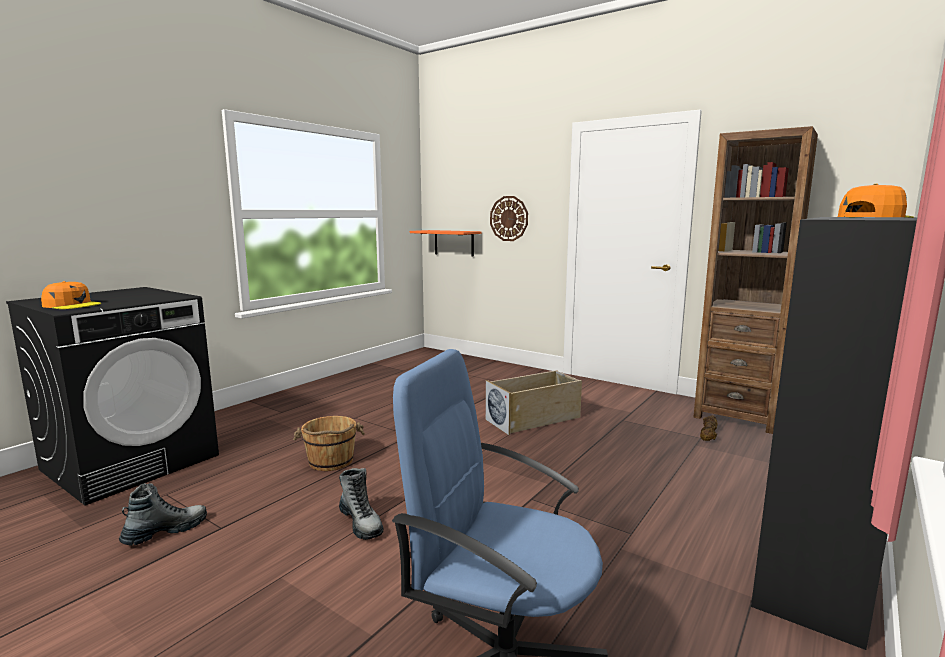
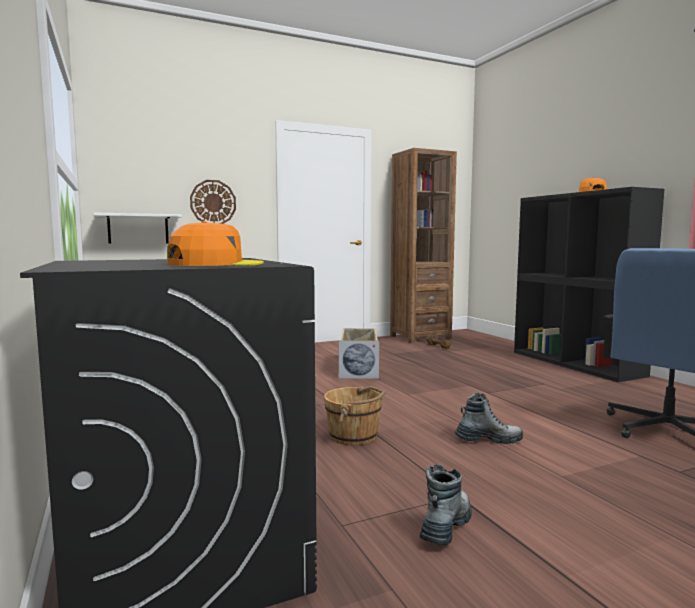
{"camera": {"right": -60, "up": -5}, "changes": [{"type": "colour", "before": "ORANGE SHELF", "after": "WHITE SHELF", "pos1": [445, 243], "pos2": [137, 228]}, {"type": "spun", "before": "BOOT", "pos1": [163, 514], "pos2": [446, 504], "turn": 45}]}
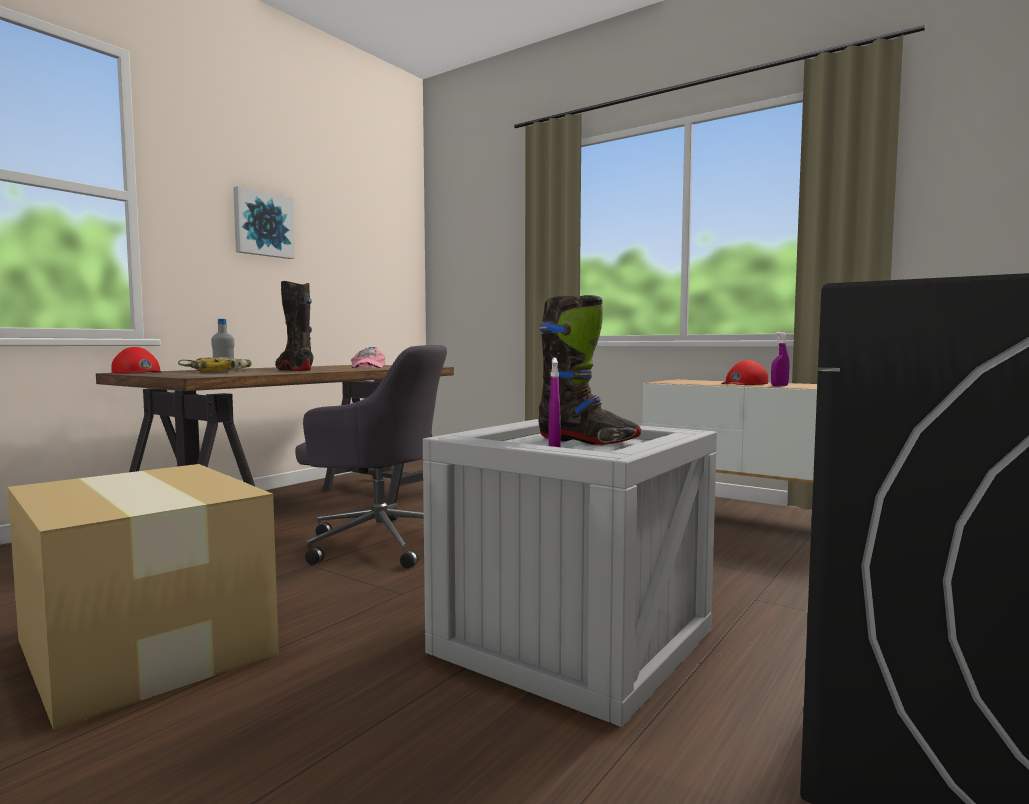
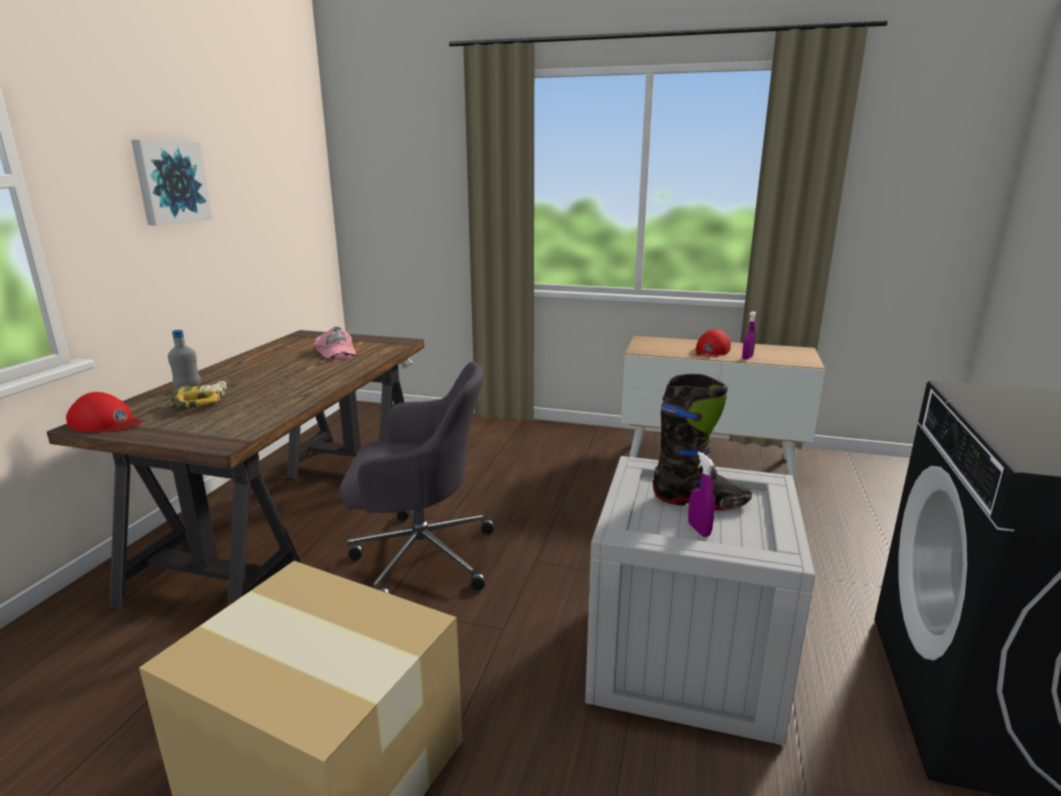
{"camera": {"right": -20, "up": 15}, "changes": [{"type": "missing", "before": "BLACK BOOT", "pos1": [294, 326]}]}
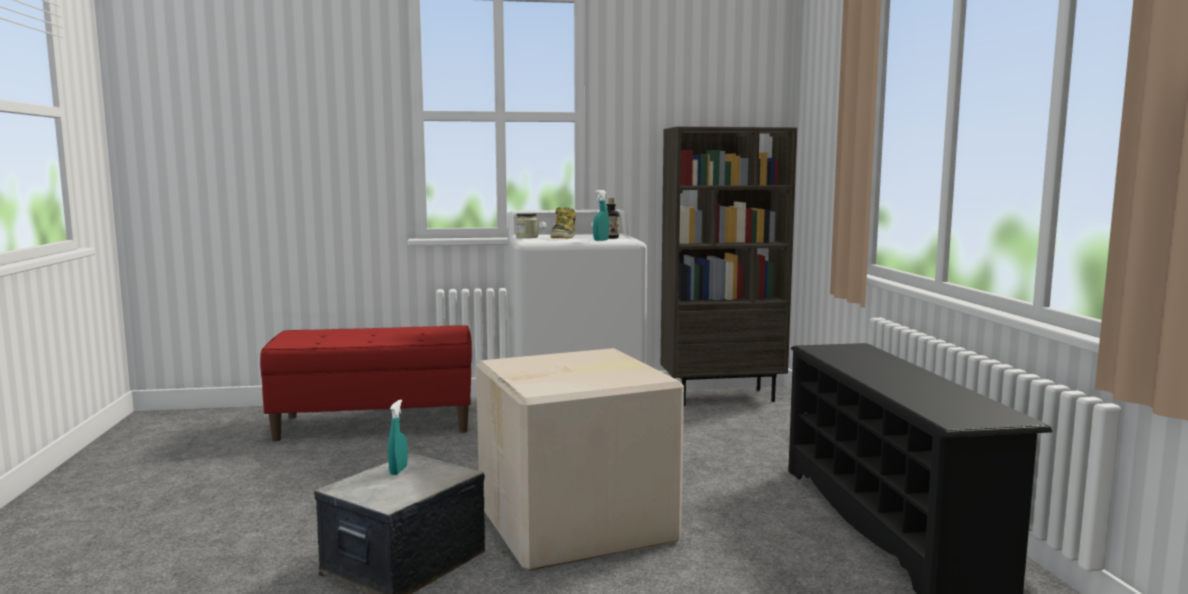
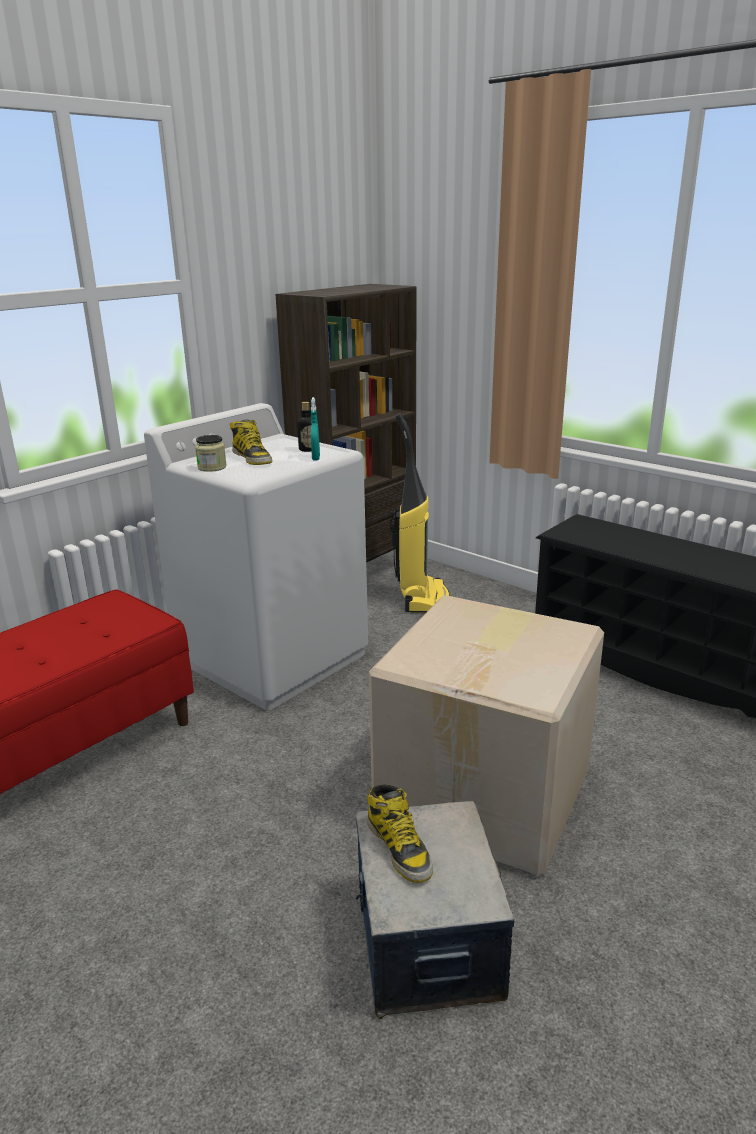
{"camera": {"right": -40, "up": 15}, "changes": [{"type": "exchanged", "before": "TURQUOISE SPRAY BOTTLE", "after": "BOOT", "pos1": [398, 437], "pos2": [400, 833]}, {"type": "appeared", "after": "VACUUM CLEANER", "pos2": [420, 513]}]}
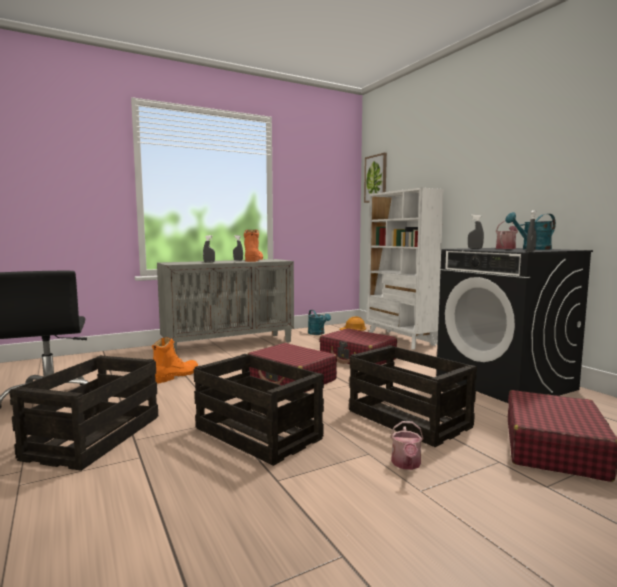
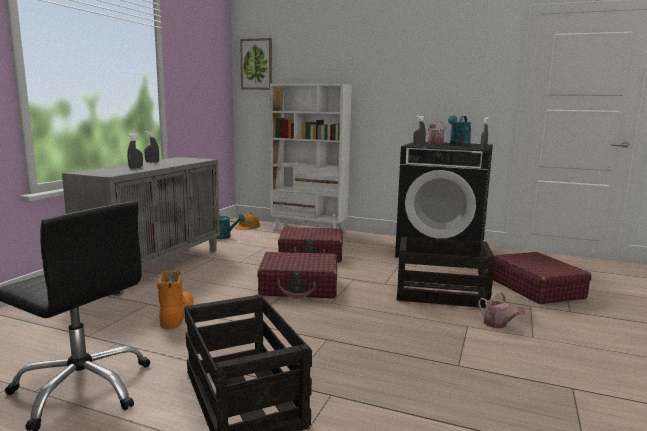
{"camera": {"right": -40, "up": 5}, "changes": [{"type": "missing", "before": "ORANGE BOOT", "pos1": [253, 246]}, {"type": "missing", "before": "CRATE", "pos1": [259, 410]}]}
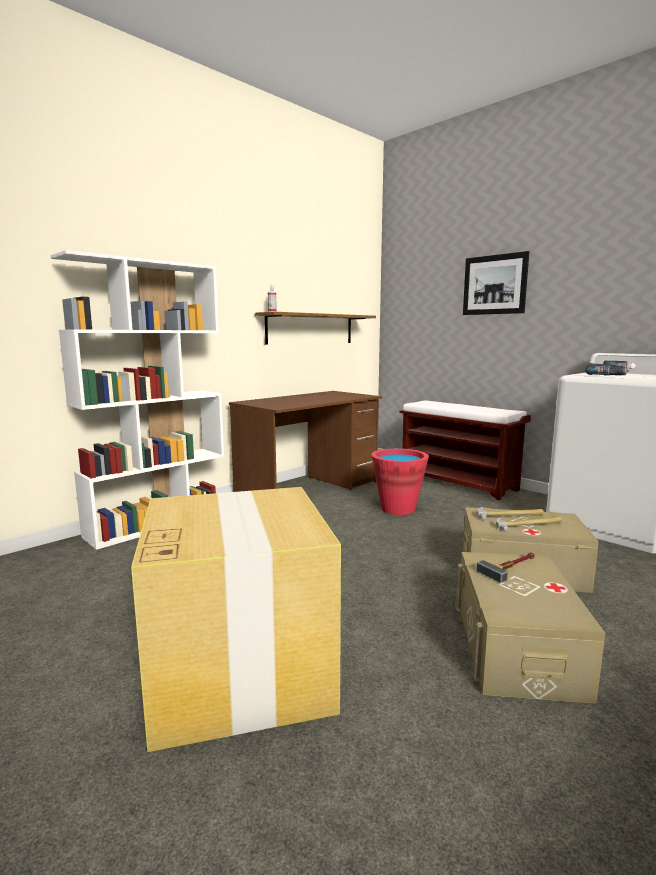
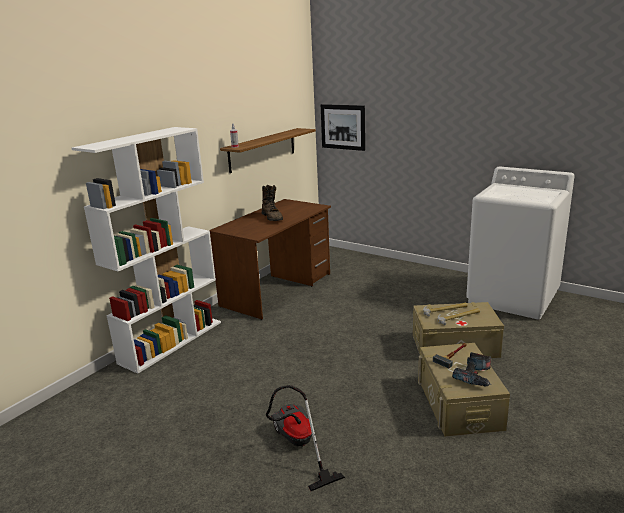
{"camera": {"right": -10, "up": 10}, "changes": [{"type": "relocated", "before": "PICTURE", "pos1": [496, 283], "pos2": [343, 127]}, {"type": "relocated", "before": "POWER DRILL", "pos1": [607, 368], "pos2": [471, 369]}, {"type": "missing", "before": "BROWN BENCH", "pos1": [465, 450]}, {"type": "missing", "before": "RED BUCKET", "pos1": [400, 481]}, {"type": "exchanged", "before": "CARDBOARD BOX", "after": "VACUUM CLEANER", "pos1": [236, 619], "pos2": [305, 438]}, {"type": "appeared", "after": "BROWN BOOT", "pos2": [272, 203]}]}
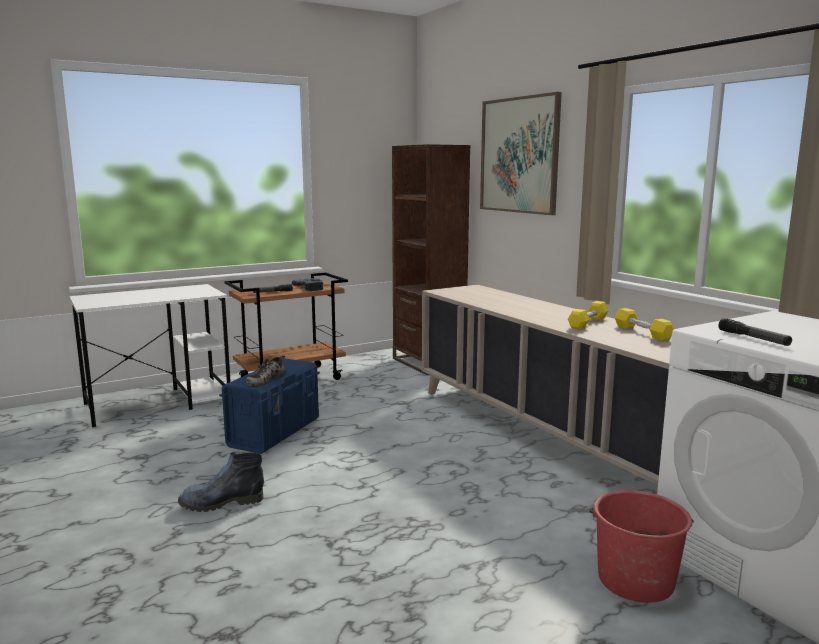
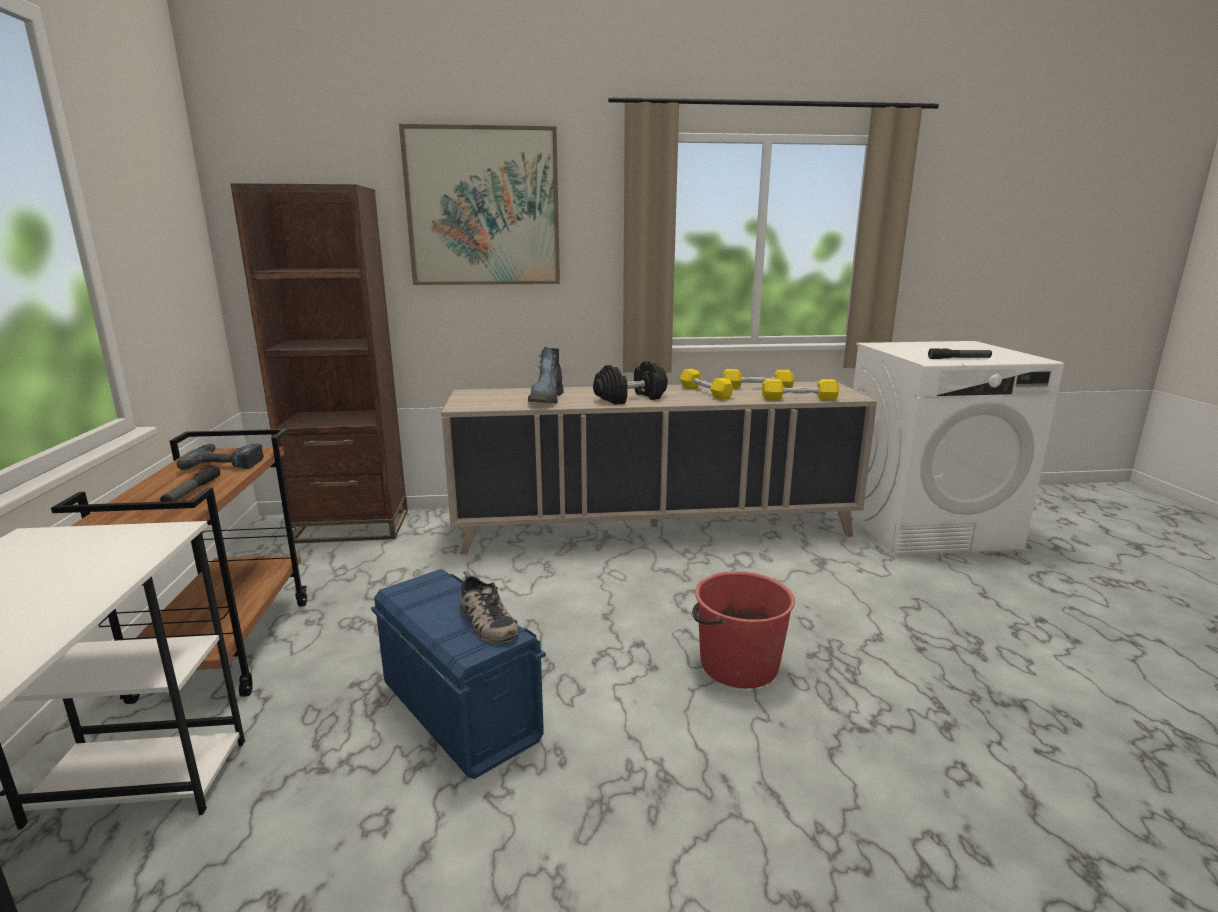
{"camera": {"right": -65, "up": 5}, "changes": [{"type": "relocated", "before": "BOOT", "pos1": [221, 482], "pos2": [546, 375]}, {"type": "relocated", "before": "RED BUCKET", "pos1": [641, 546], "pos2": [743, 629]}, {"type": "appeared", "after": "BLACK DUMBBELL", "pos2": [630, 383]}, {"type": "appeared", "after": "YELLOW DUMBBELL", "pos2": [800, 389]}]}
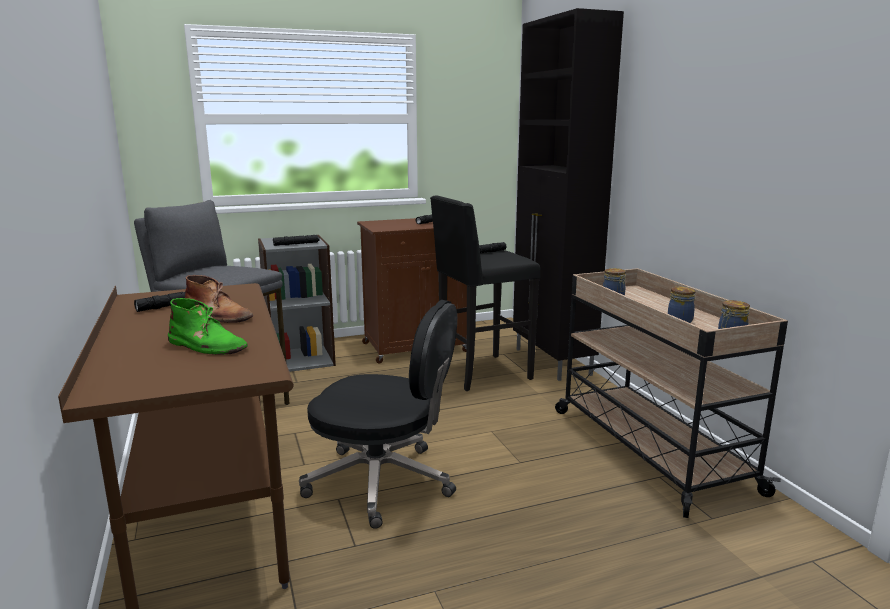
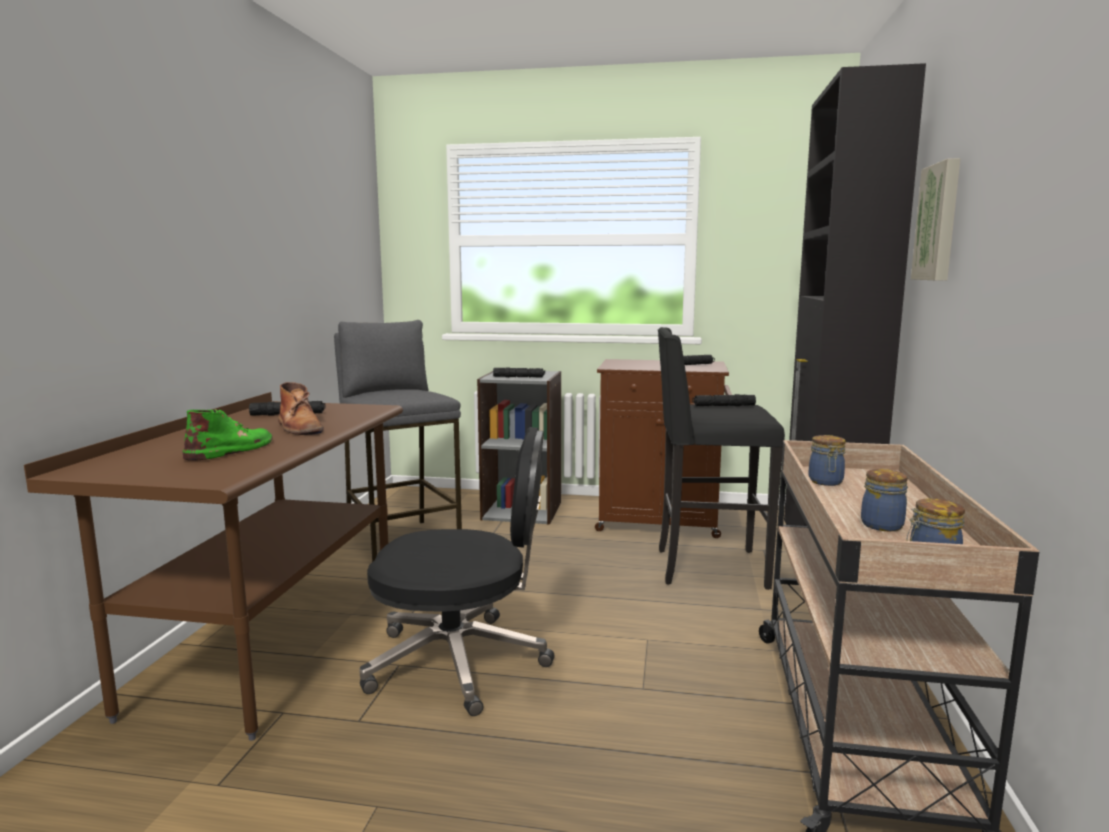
{"camera": {"right": 30, "up": -5}, "changes": [{"type": "spun", "before": "GREEN BOOT", "pos1": [208, 326], "pos2": [228, 435], "turn": -120}, {"type": "spun", "before": "BLACK OFFICE CHAIR", "pos1": [378, 414], "pos2": [457, 571], "turn": -45}, {"type": "appeared", "after": "PICTURE", "pos2": [936, 219]}]}
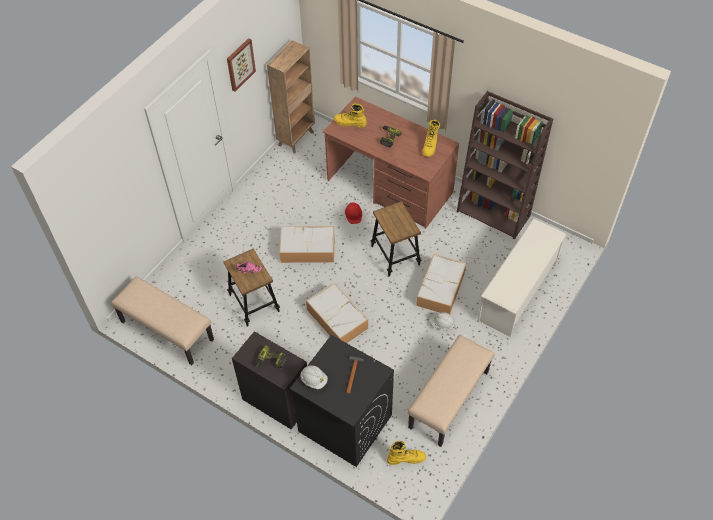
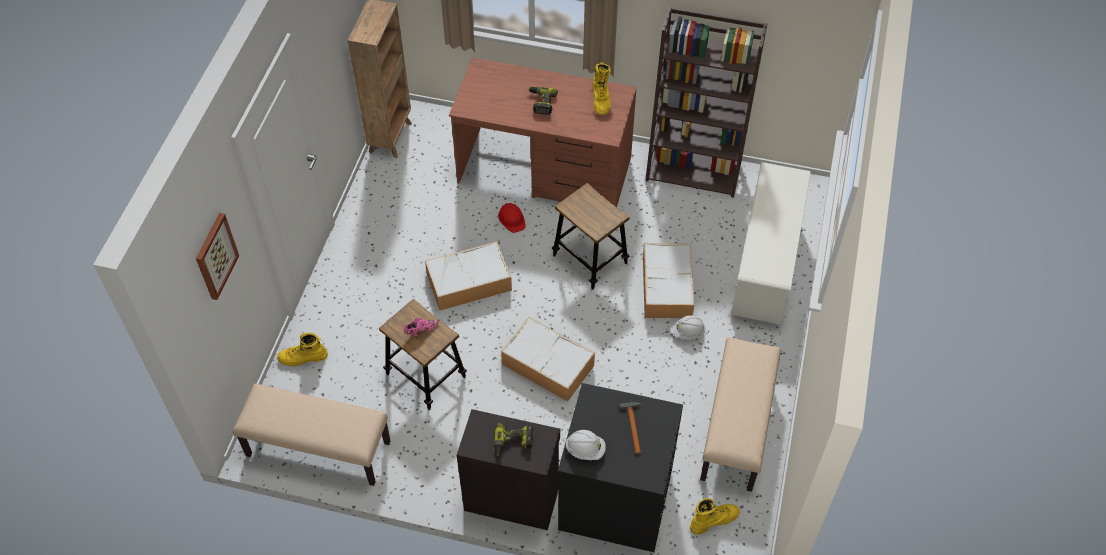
{"camera": {"right": -20, "up": 0}, "changes": [{"type": "relocated", "before": "PICTURE", "pos1": [241, 65], "pos2": [217, 256]}, {"type": "relocated", "before": "YELLOW BOOT", "pos1": [350, 115], "pos2": [302, 349]}]}
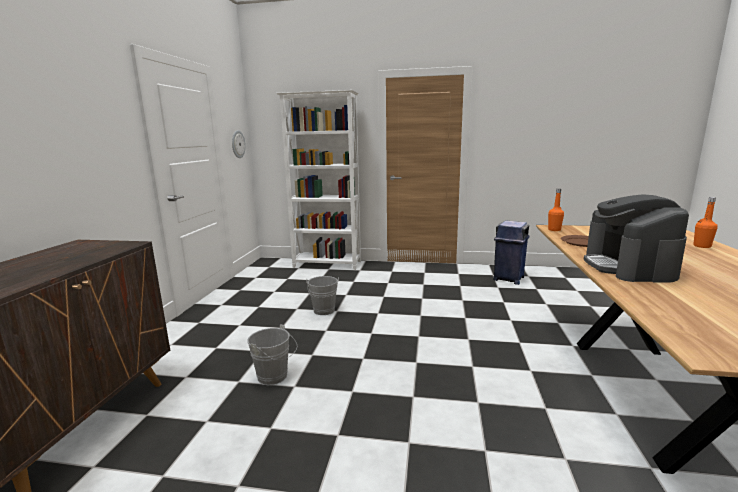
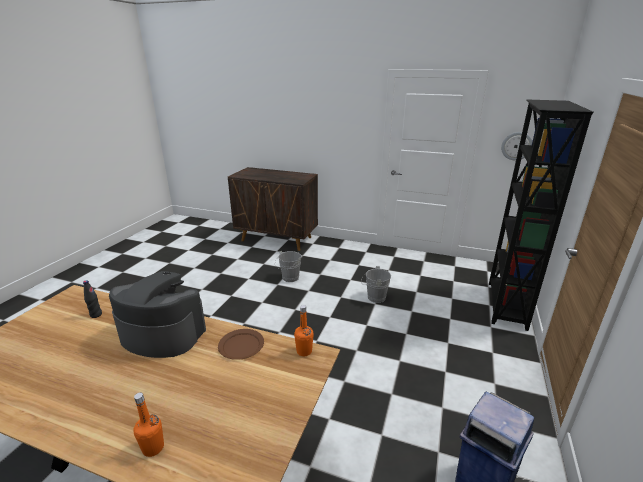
{"camera": {"right": 100, "up": 10}, "changes": [{"type": "colour", "before": "WHITE BOOKCASE", "after": "BLACK BOOKCASE", "pos1": [318, 180], "pos2": [541, 215]}, {"type": "appeared", "after": "BLACK BOTTLE", "pos2": [92, 299]}]}
